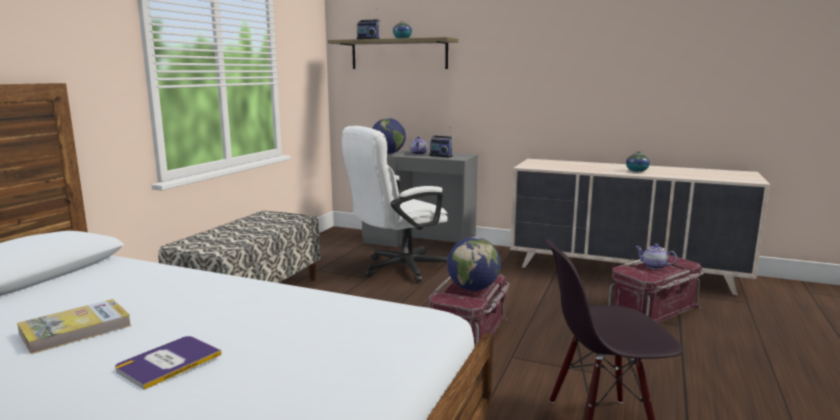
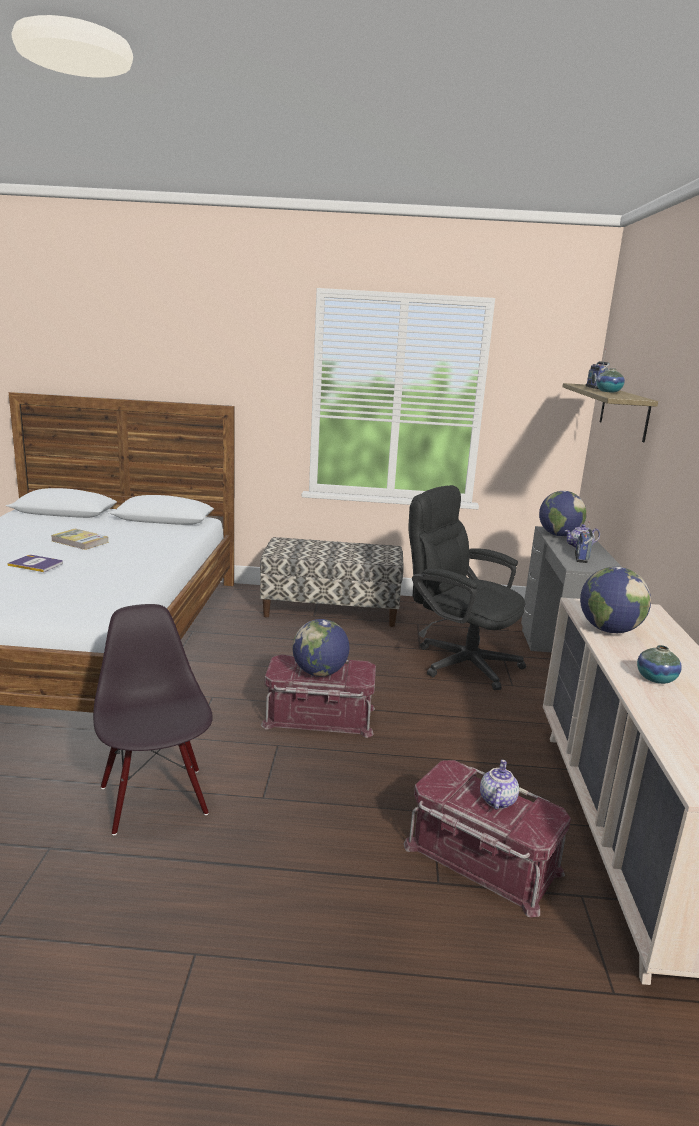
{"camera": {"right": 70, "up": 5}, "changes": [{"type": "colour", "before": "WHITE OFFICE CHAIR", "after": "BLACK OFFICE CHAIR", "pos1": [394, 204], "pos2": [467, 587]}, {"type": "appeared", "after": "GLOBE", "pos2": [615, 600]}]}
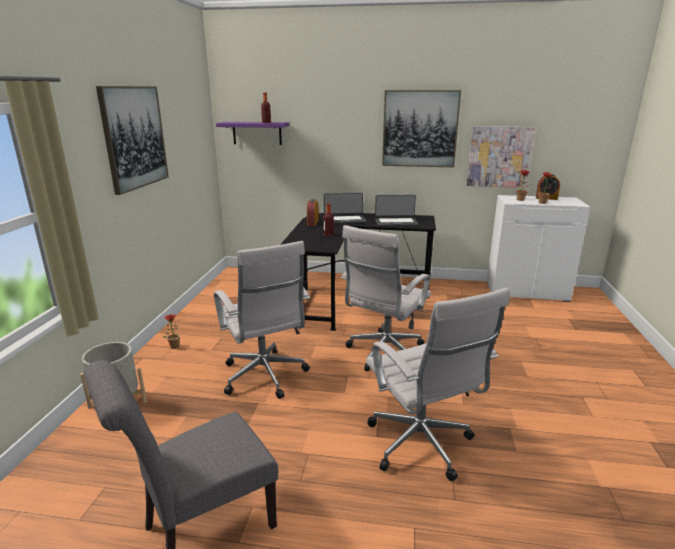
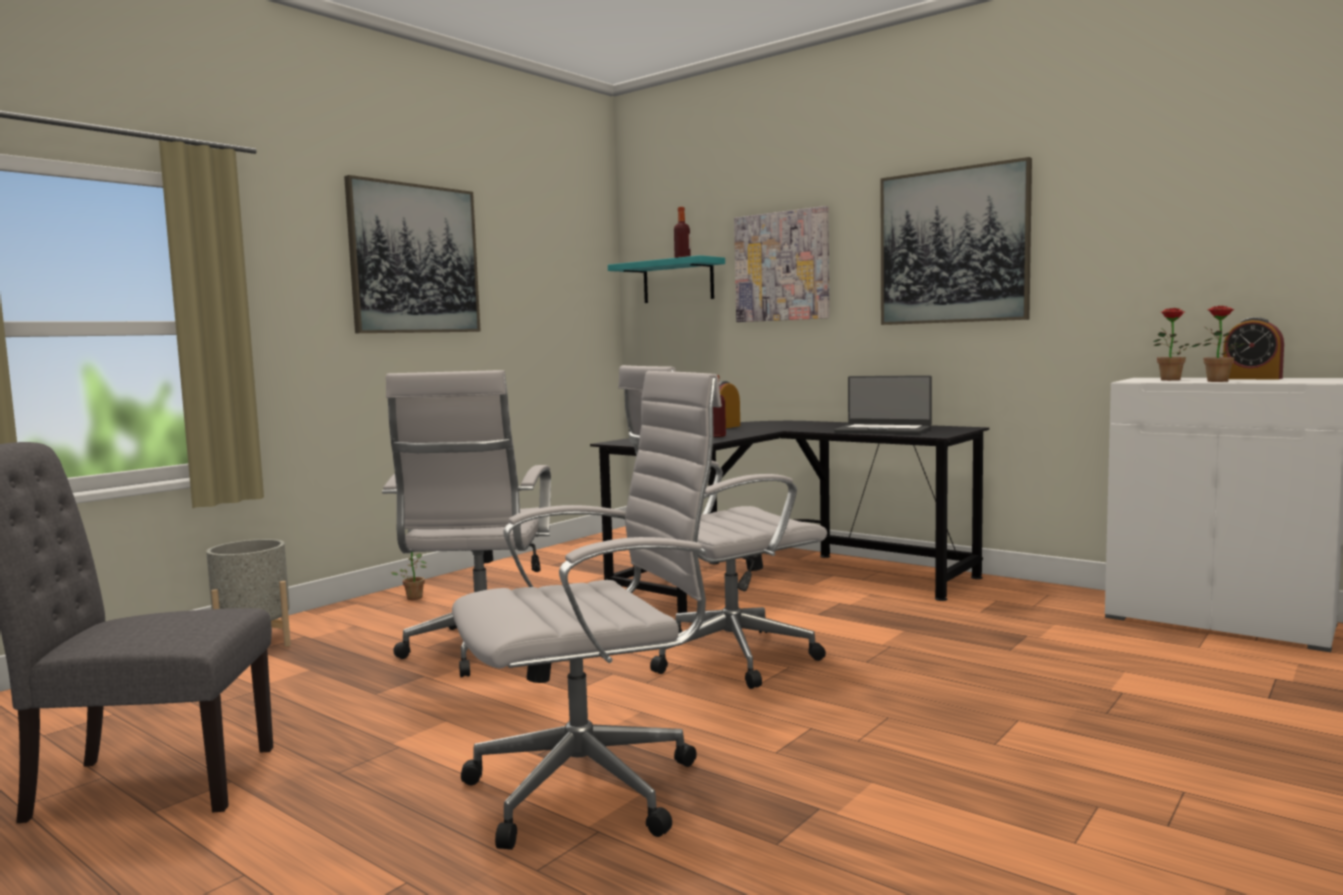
{"camera": {"right": 30, "up": -15}, "changes": [{"type": "colour", "before": "PURPLE SHELF", "after": "TURQUOISE SHELF", "pos1": [252, 133], "pos2": [666, 279]}, {"type": "relocated", "before": "PICTURE", "pos1": [501, 157], "pos2": [782, 264]}, {"type": "missing", "before": "LAPTOP", "pos1": [345, 208]}, {"type": "spun", "before": "WHITE OFFICE CHAIR", "pos1": [438, 384], "pos2": [587, 610], "turn": -120}]}
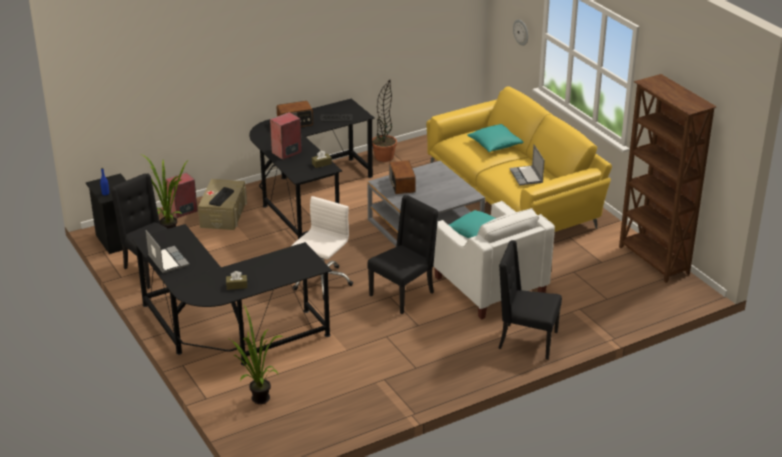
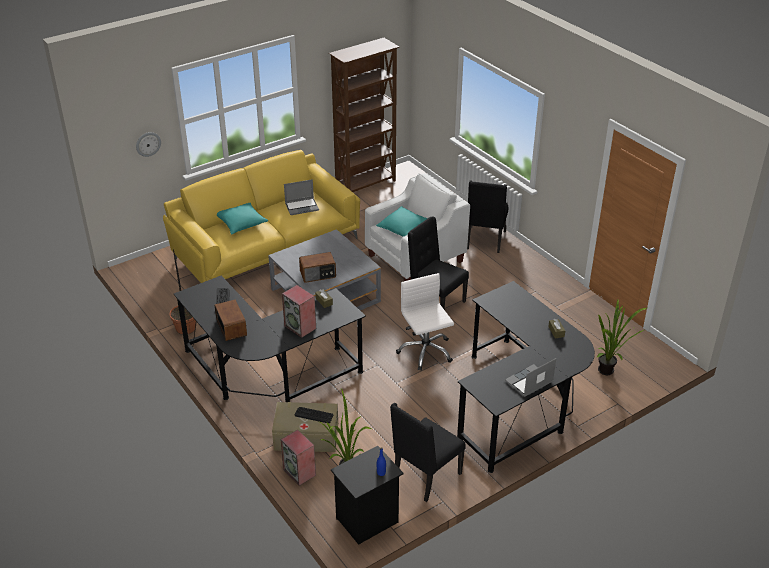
{"camera": {"right": -95, "up": 5}, "changes": [{"type": "spun", "before": "WHITE OFFICE CHAIR", "pos1": [322, 248], "pos2": [425, 322], "turn": 45}]}
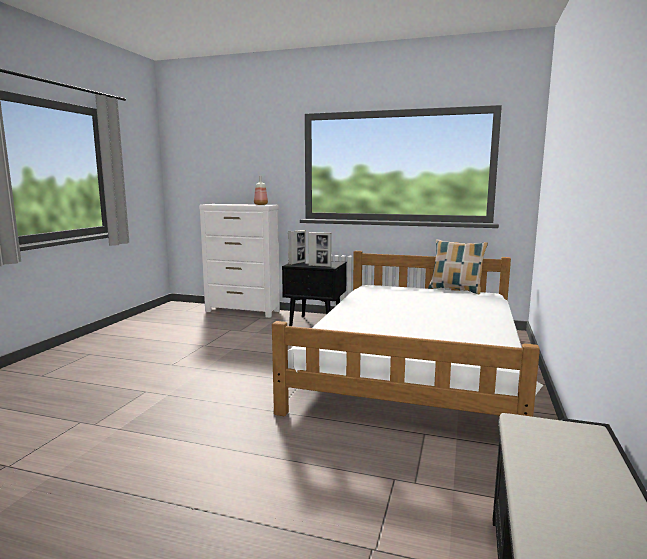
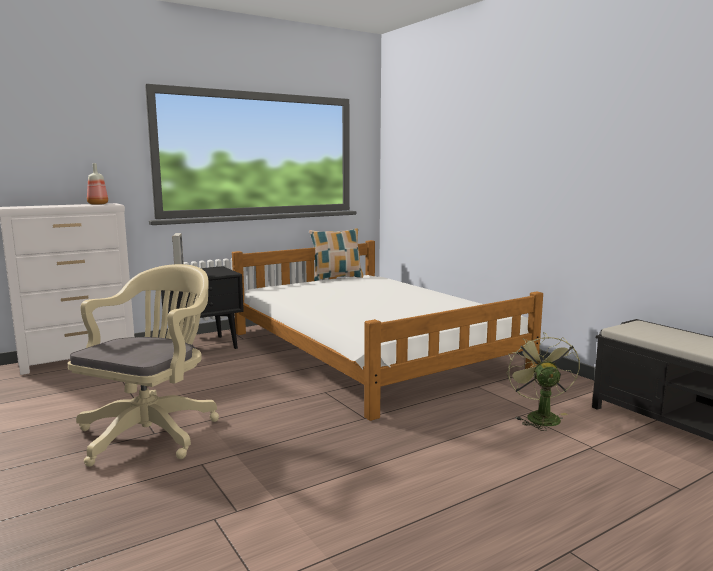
{"camera": {"right": -50, "up": 0}, "changes": [{"type": "missing", "before": "PICTURE FRAME", "pos1": [320, 249]}, {"type": "appeared", "after": "BEIGE OFFICE CHAIR", "pos2": [143, 365]}, {"type": "appeared", "after": "GREEN FAN", "pos2": [543, 381]}]}
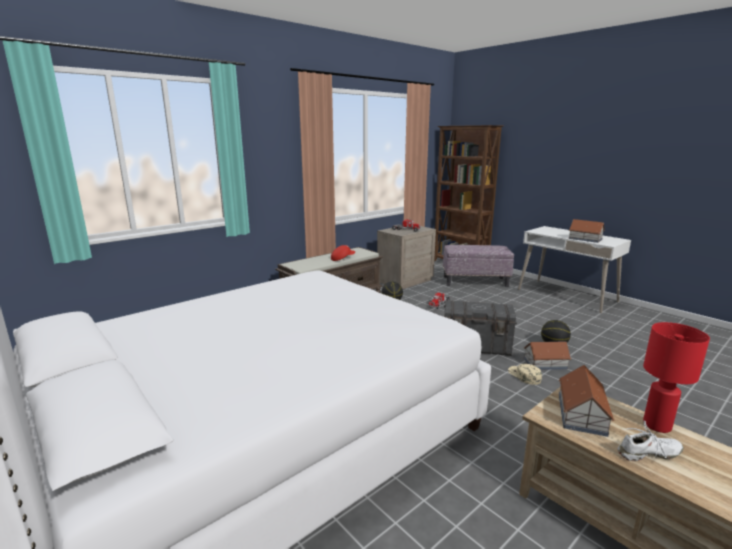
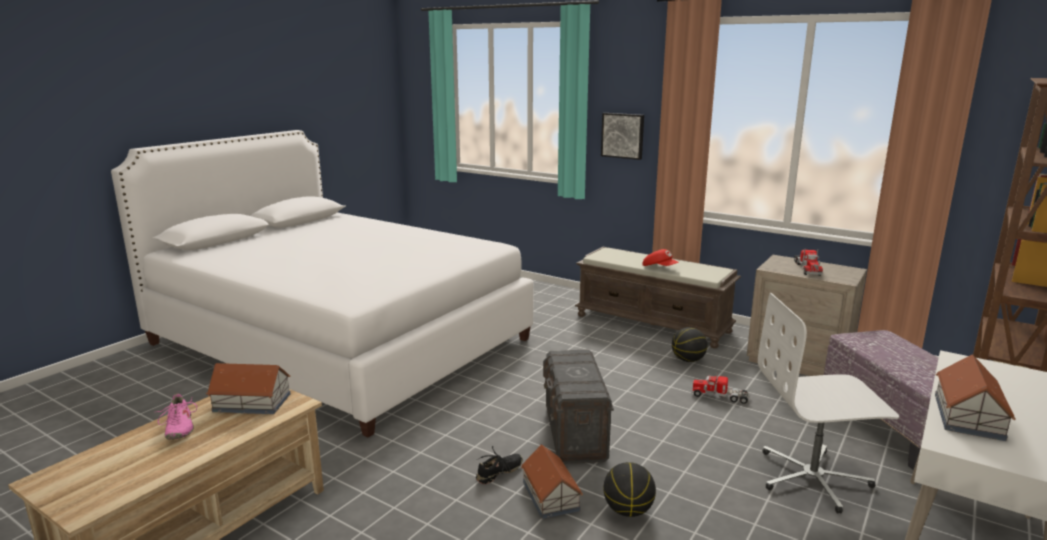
{"camera": {"right": 75, "up": 0}, "changes": [{"type": "missing", "before": "RED TABLE LAMP", "pos1": [676, 377]}, {"type": "exchanged", "before": "BEIGE CAP", "after": "BLACK SHOE", "pos1": [525, 374], "pos2": [499, 465]}, {"type": "colour", "before": "WHITE SHOE", "after": "PINK SHOE", "pos1": [651, 441], "pos2": [175, 417]}, {"type": "appeared", "after": "PICTURE", "pos2": [622, 136]}, {"type": "appeared", "after": "WHITE OFFICE CHAIR", "pos2": [828, 403]}]}
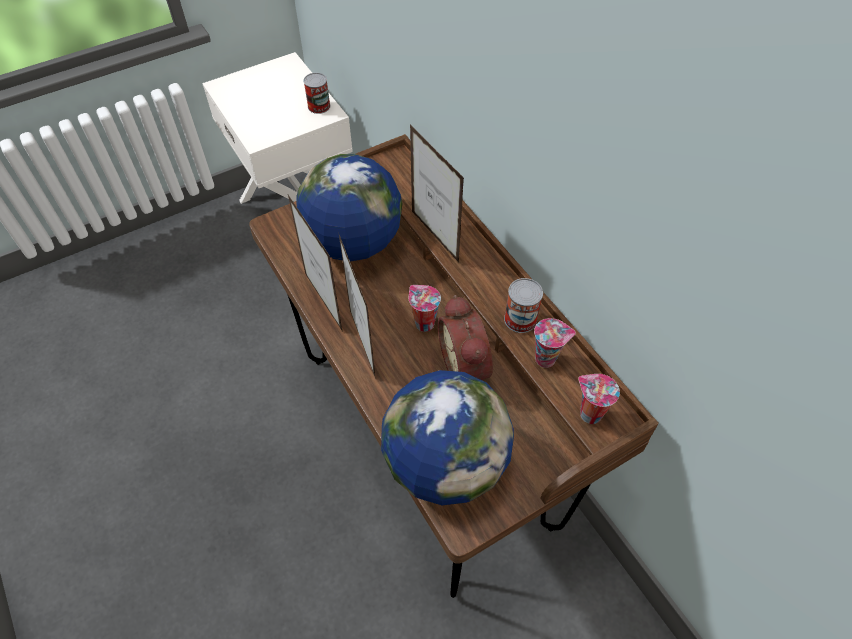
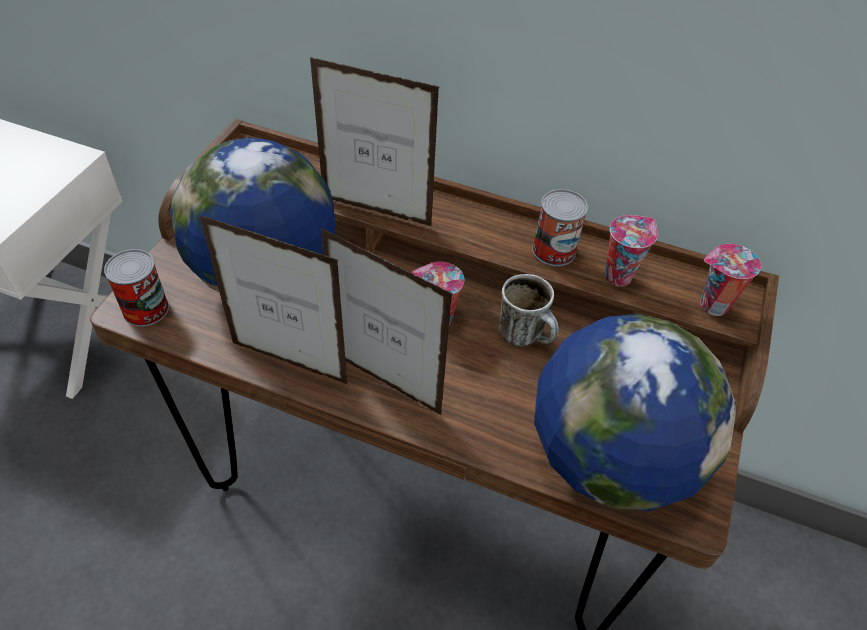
{"camera": {"right": -40, "up": -5}, "changes": [{"type": "relocated", "before": "CAN", "pos1": [316, 93], "pos2": [136, 288]}, {"type": "exchanged", "before": "ALARM CLOCK", "after": "MUG", "pos1": [465, 337], "pos2": [529, 310]}]}
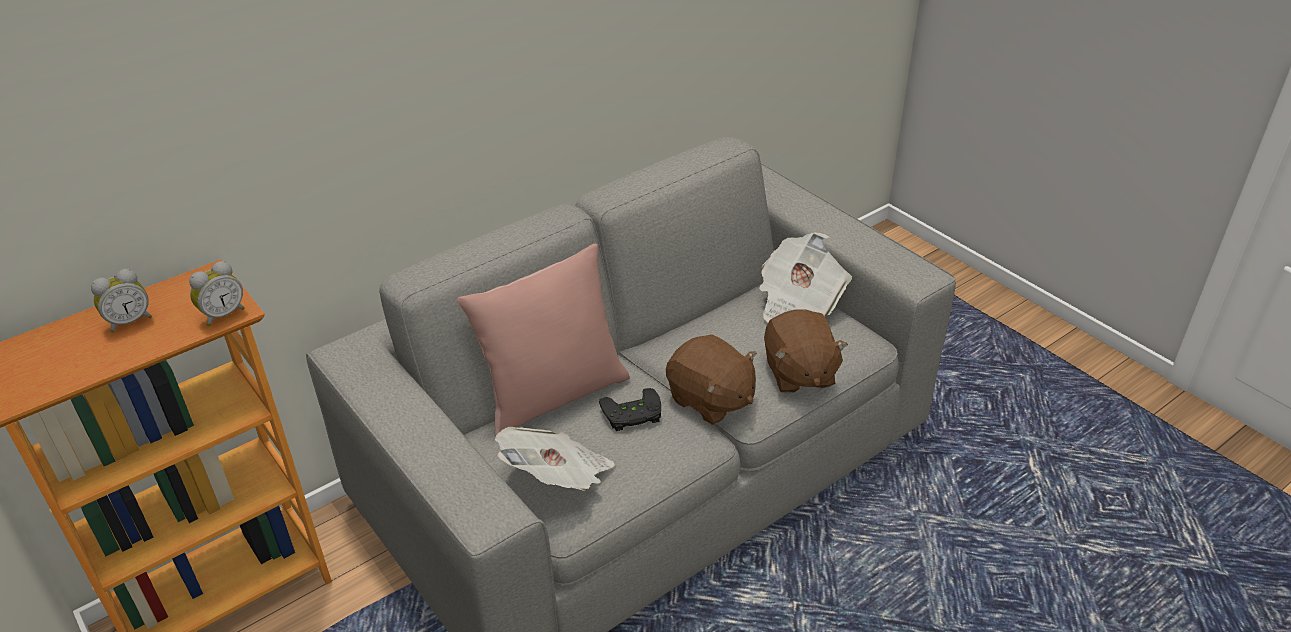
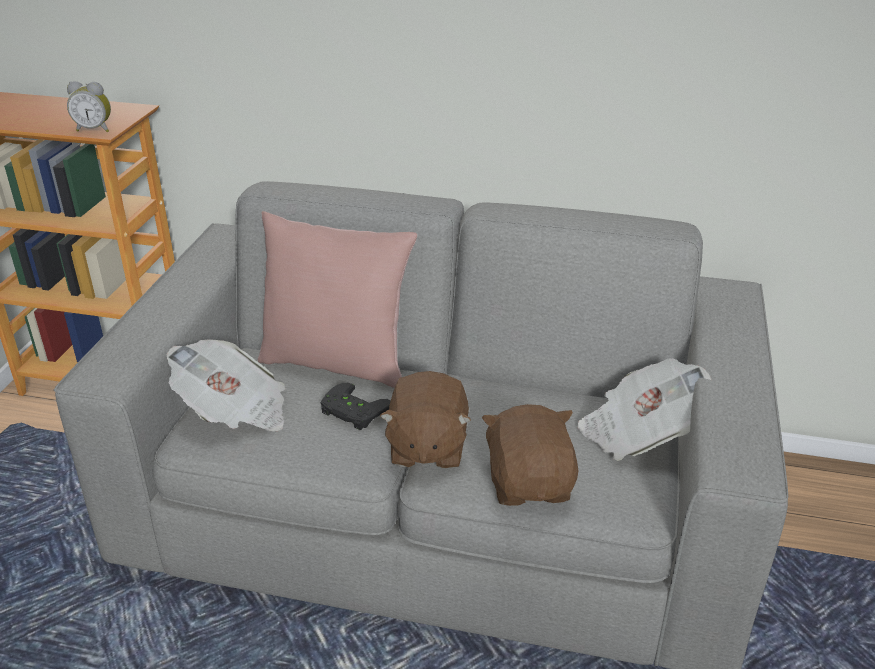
{"camera": {"right": 50, "up": -5}, "changes": [{"type": "missing", "before": "ALARM CLOCK", "pos1": [121, 301]}, {"type": "spun", "before": "BROWN PLUSH TOY", "pos1": [806, 351], "pos2": [530, 455], "turn": 135}]}
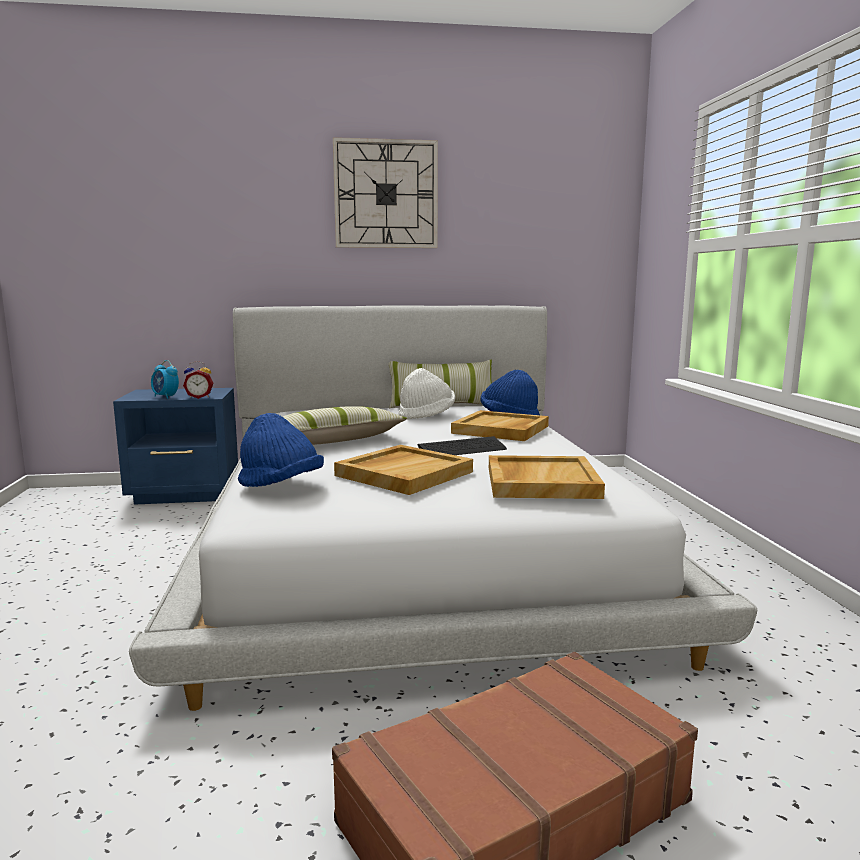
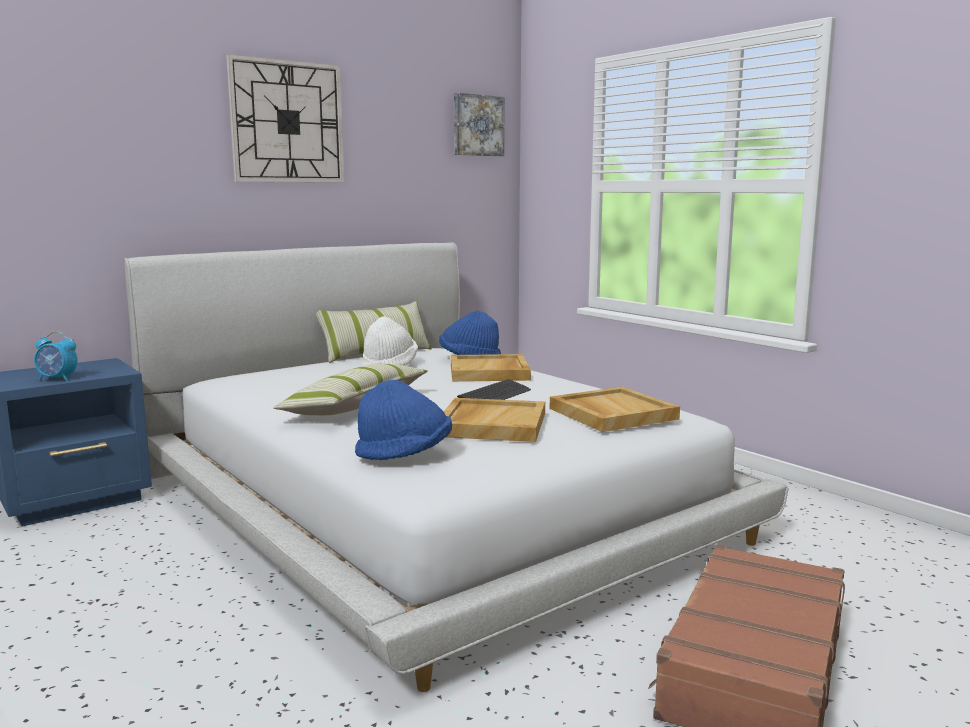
{"camera": {"right": -30, "up": 0}, "changes": [{"type": "missing", "before": "ALARM CLOCK", "pos1": [198, 380]}, {"type": "appeared", "after": "PICTURE", "pos2": [479, 124]}]}
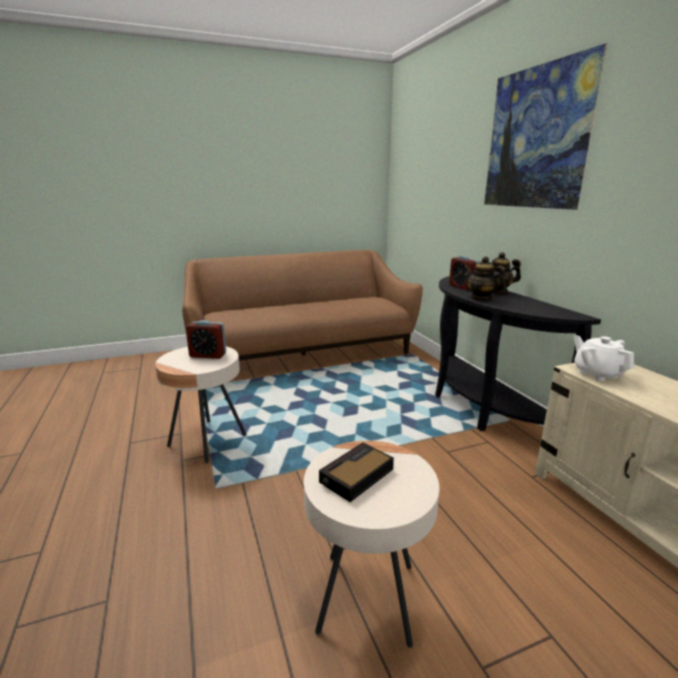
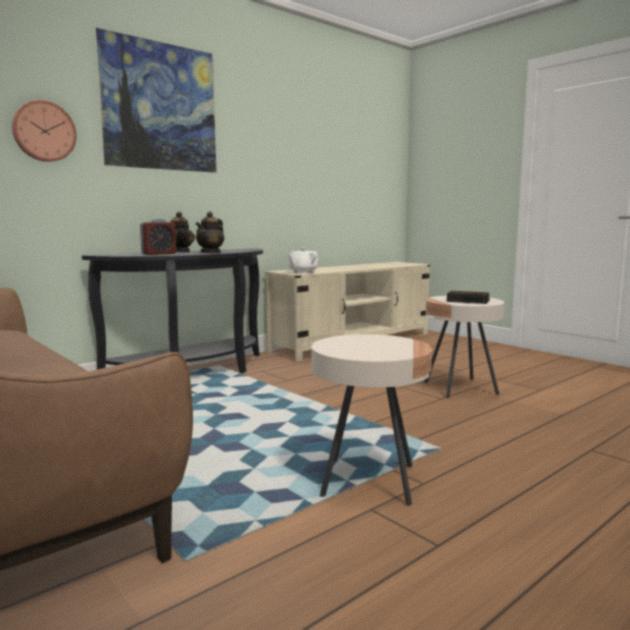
{"camera": {"right": -110, "up": -10}, "changes": [{"type": "missing", "before": "ALARM CLOCK", "pos1": [206, 339]}, {"type": "appeared", "after": "WALL CLOCK", "pos2": [44, 131]}]}
